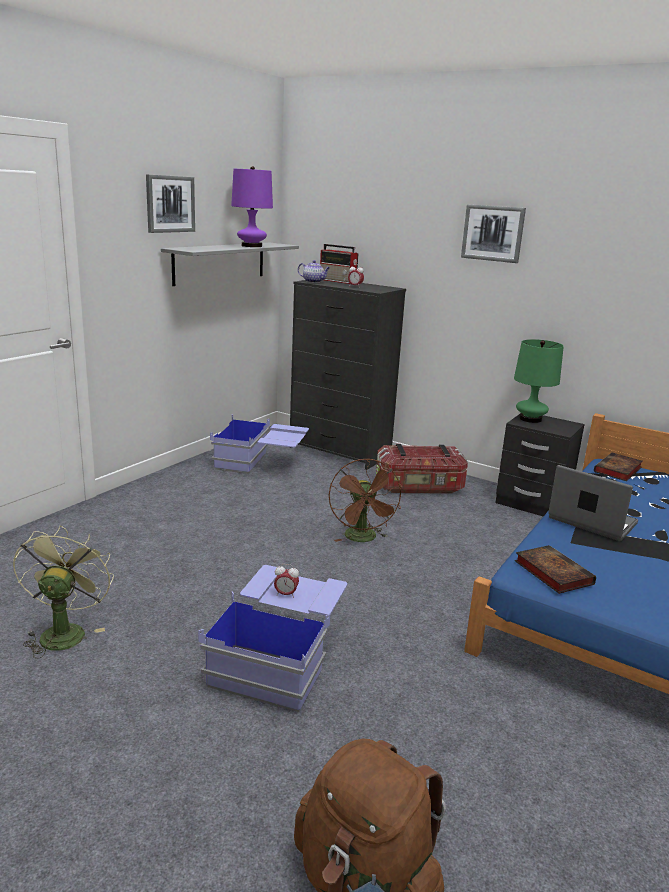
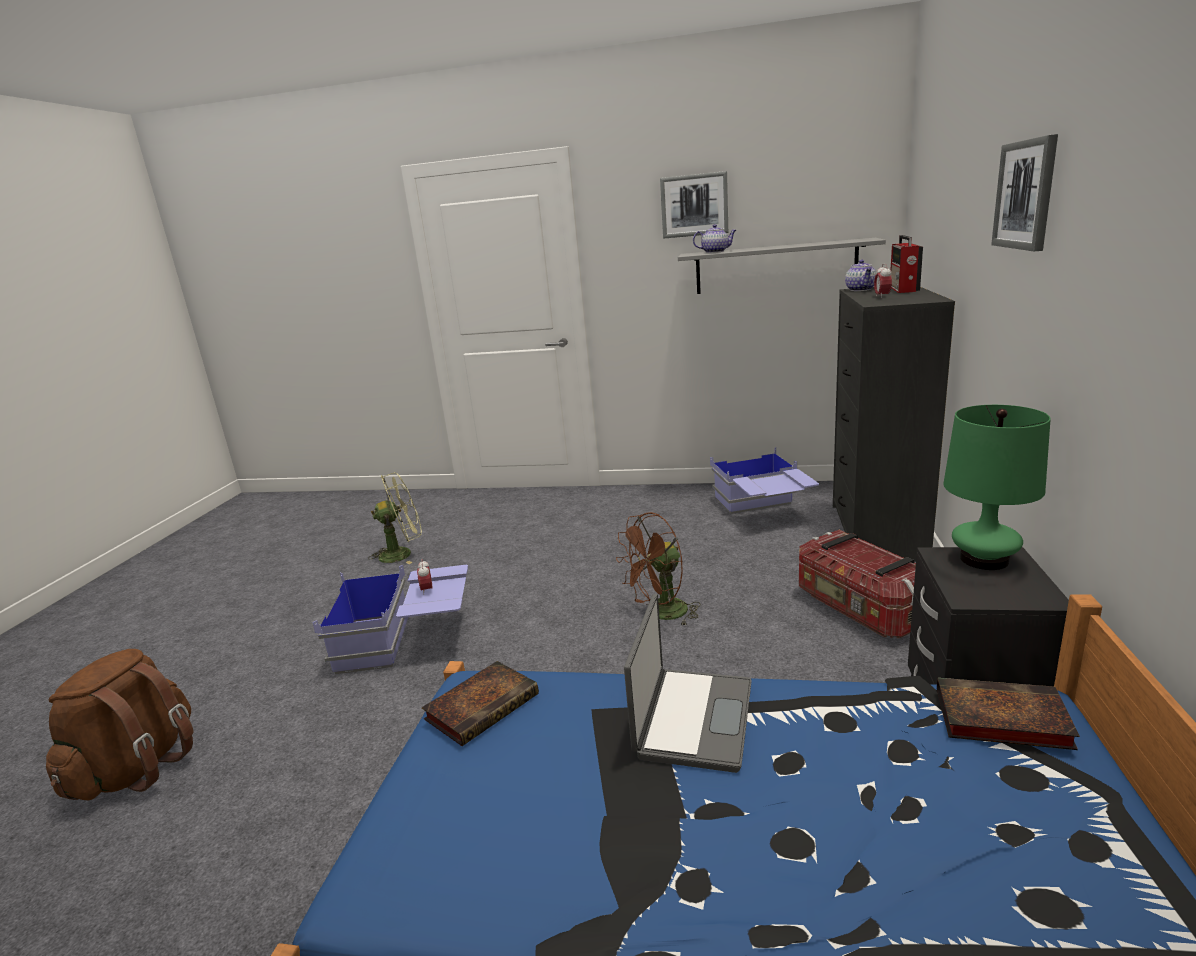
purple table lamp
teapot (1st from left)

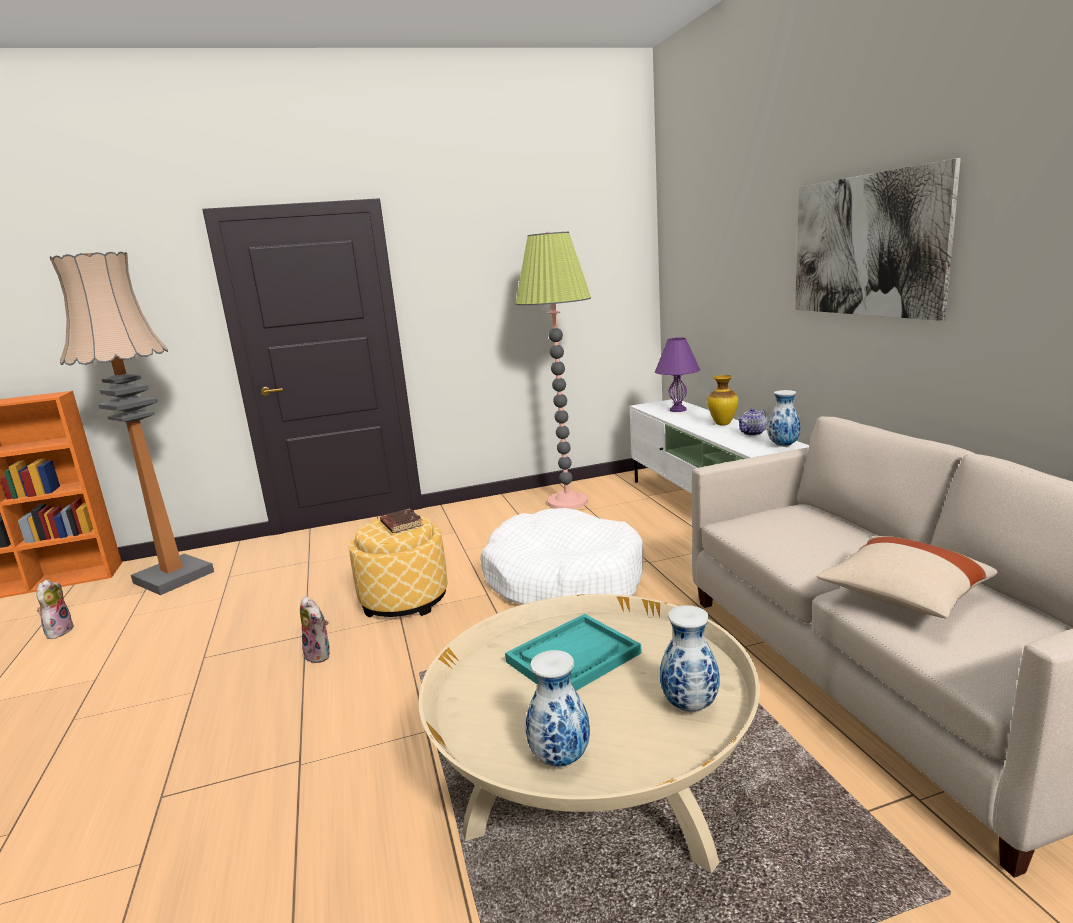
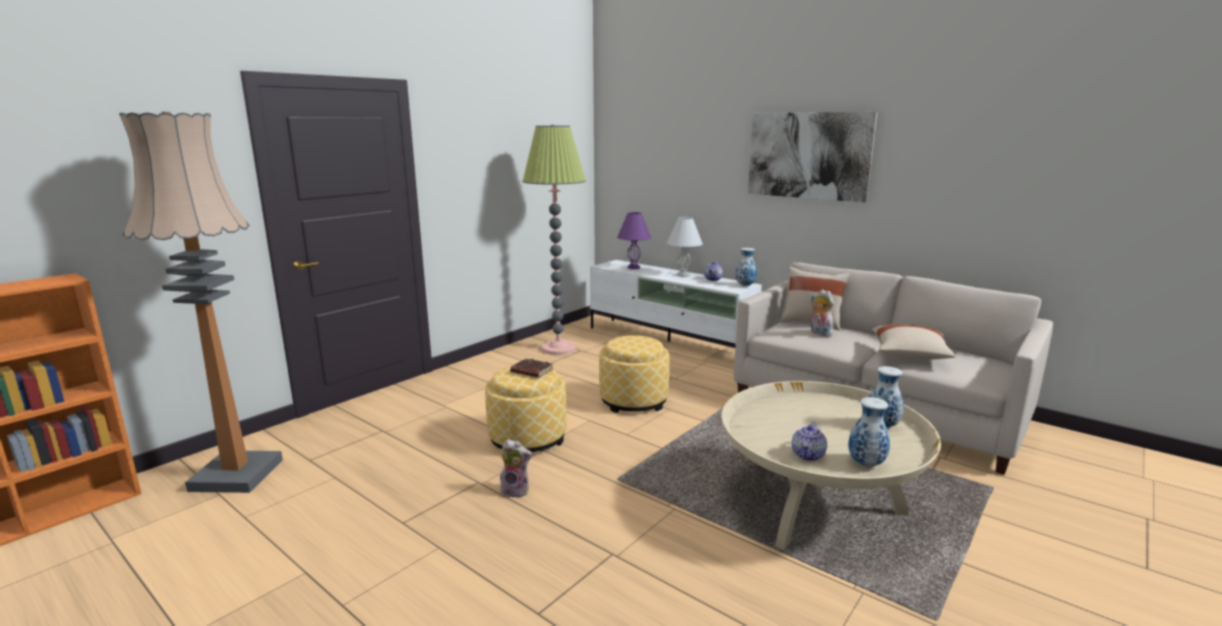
white table lamp
ottoman (2nd from left)
plush toy (2nd from left)
turquoise tray
beige pillow (1st from left)
teapot (2nd from left)

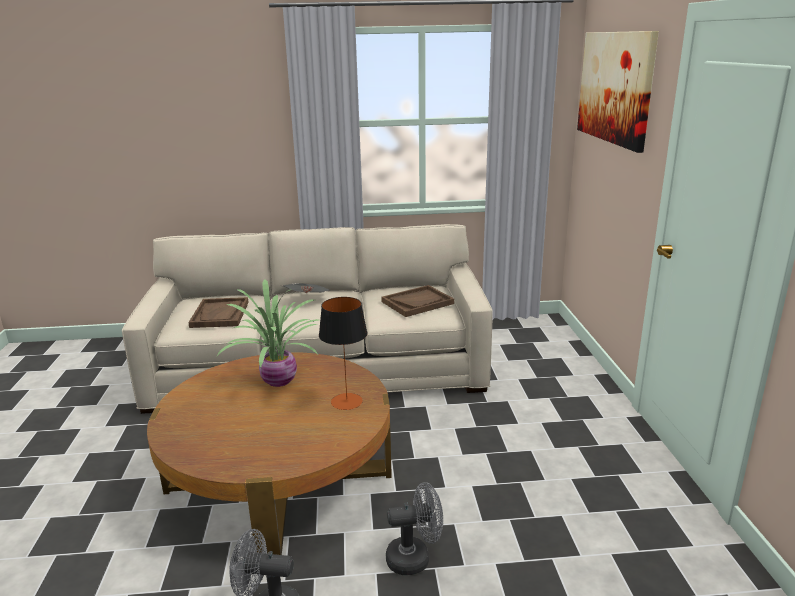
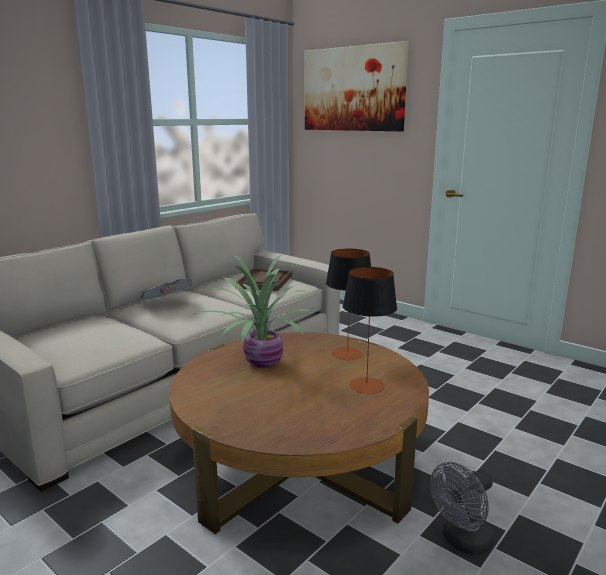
brown tray (1st from left in the first image)
grey fan (2nd from left in the first image)
table lamp (2nd from left)

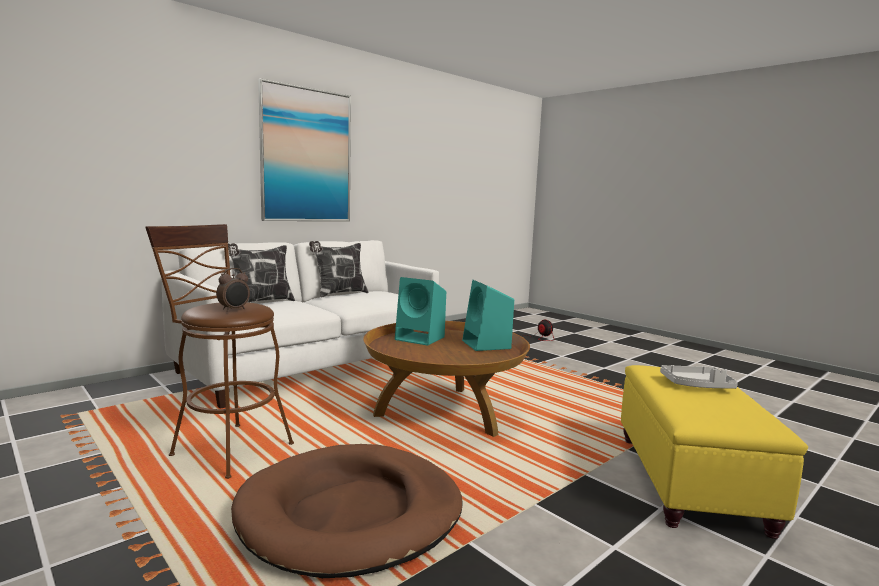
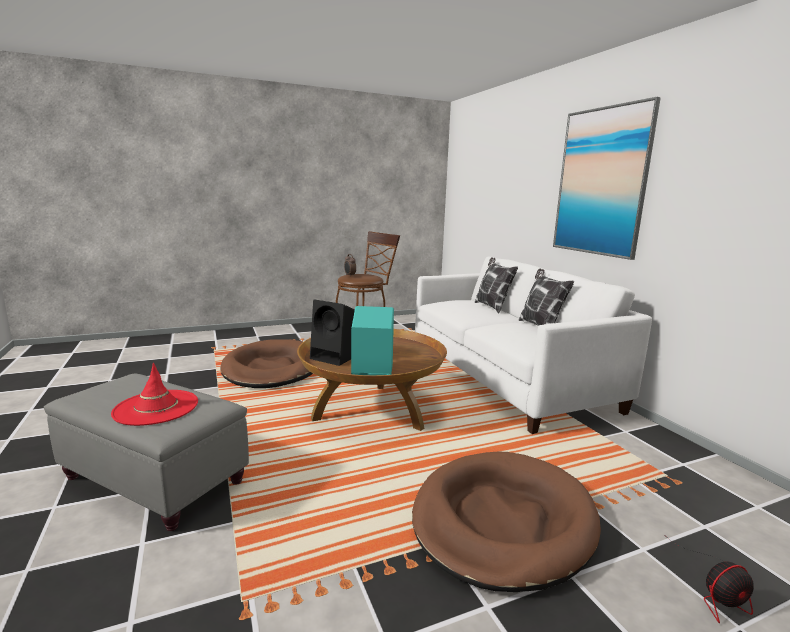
turquoise speaker (1st from left in the first image)
grey ottoman
red hat
black speaker
brown dog bed (2nd from left)

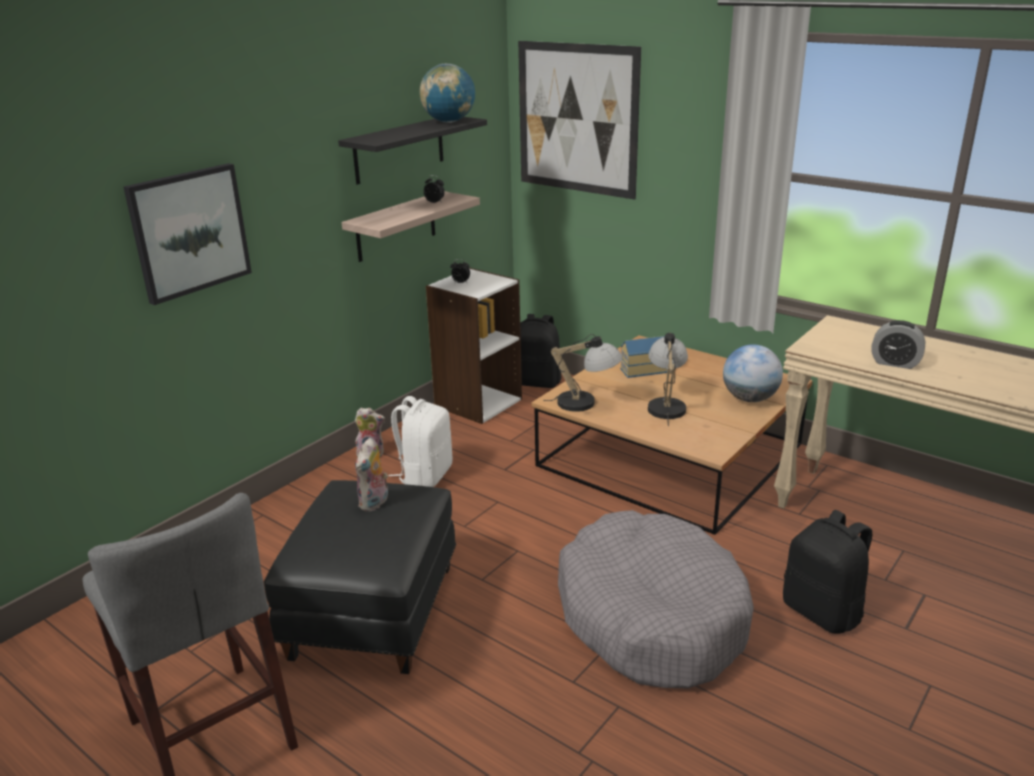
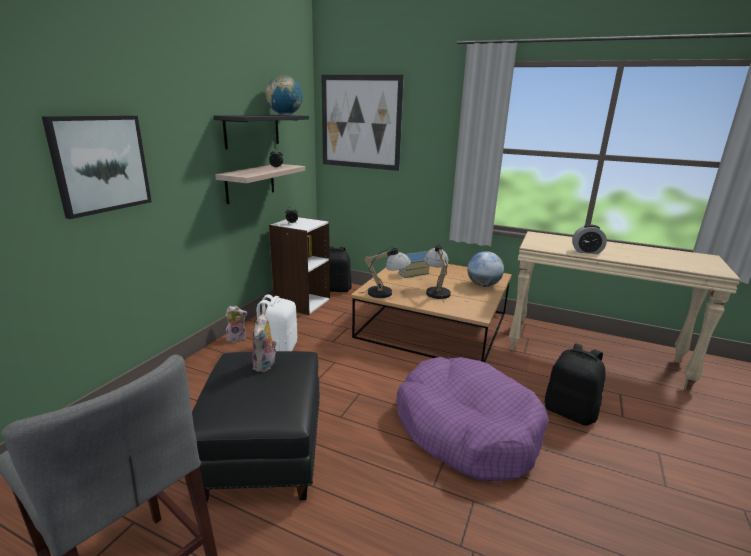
purple dog bed

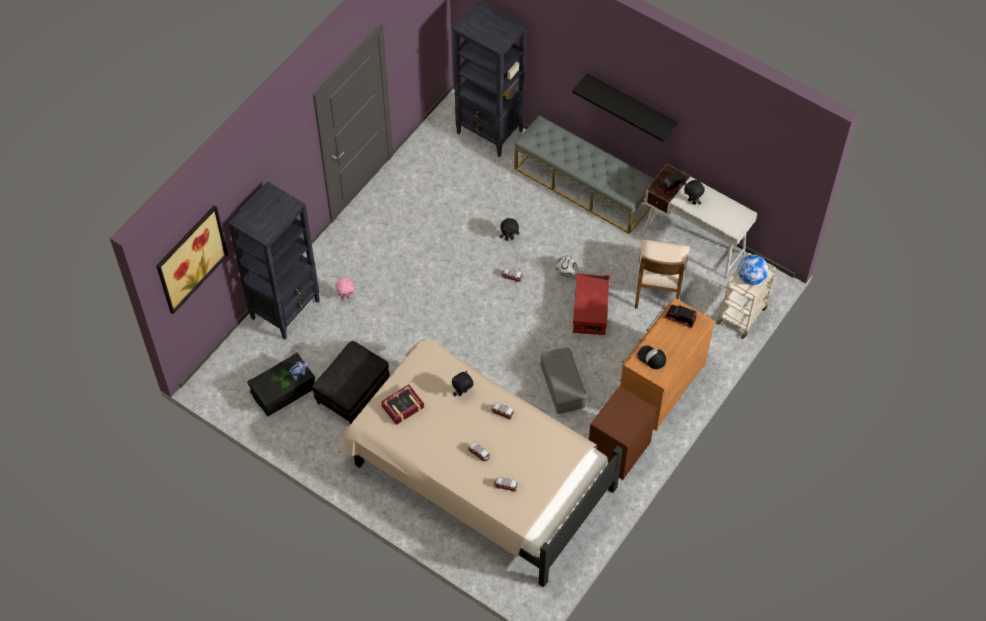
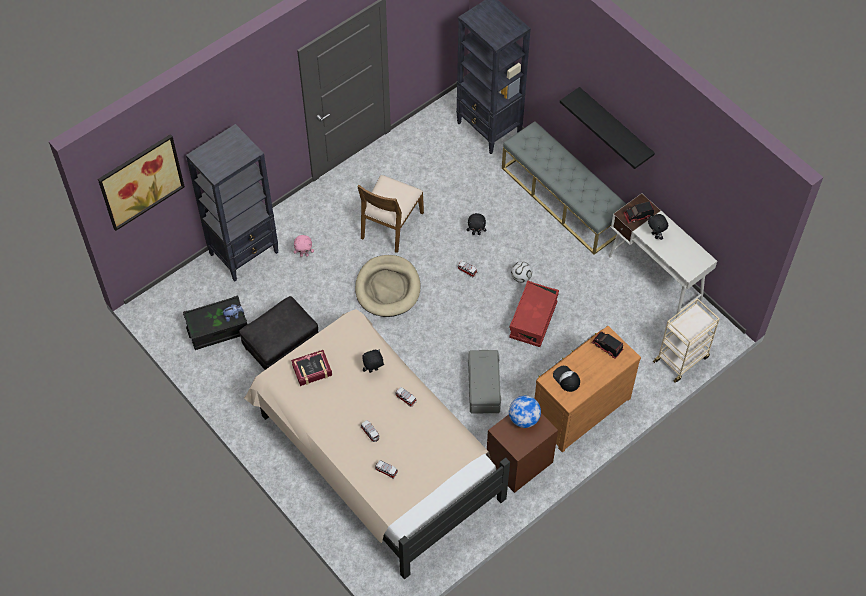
brown chair
globe
beige dog bed

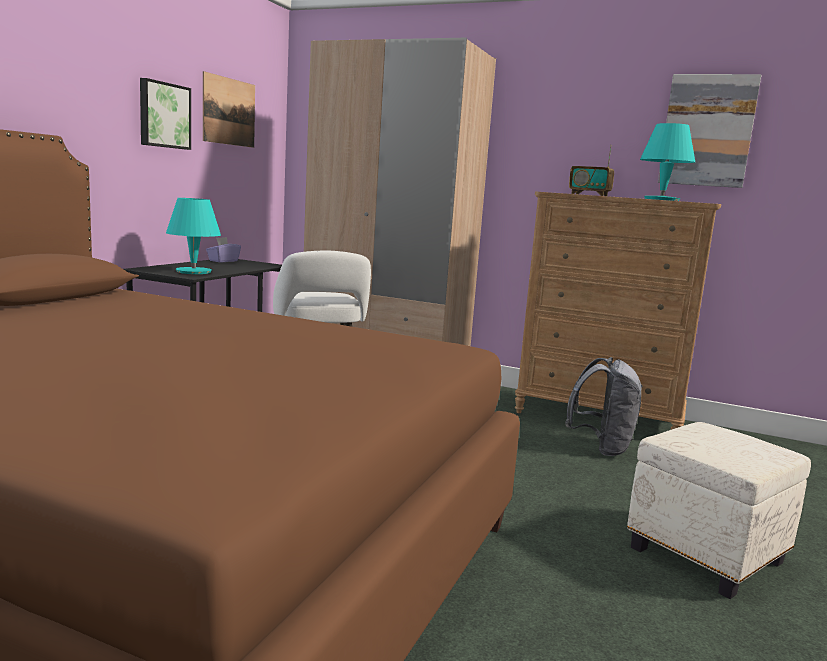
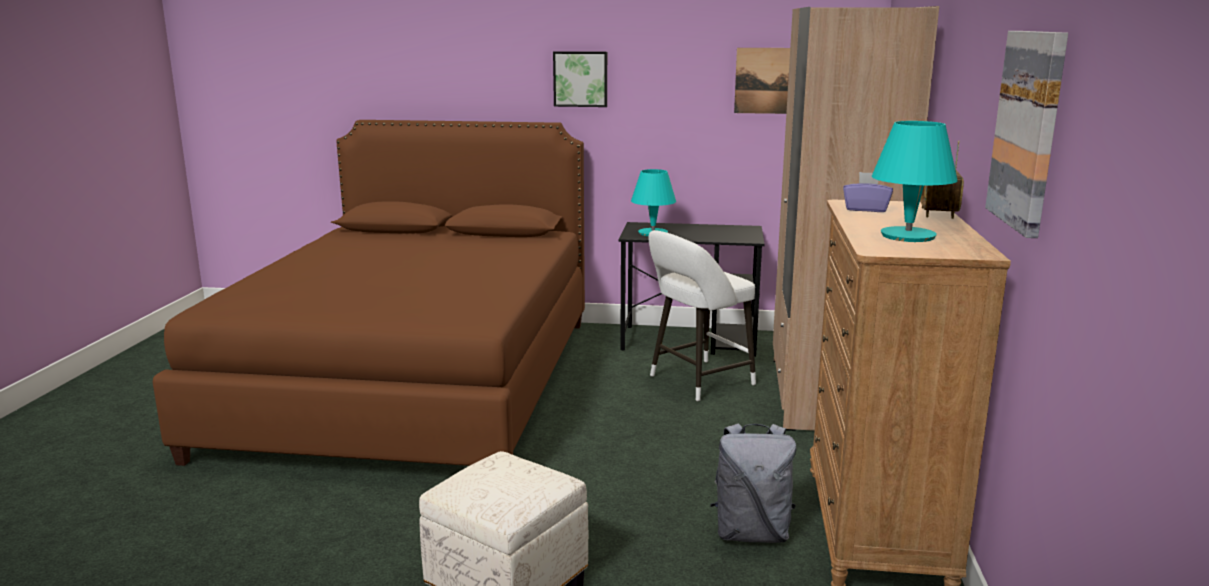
picture (1st from left)
purple tissue box

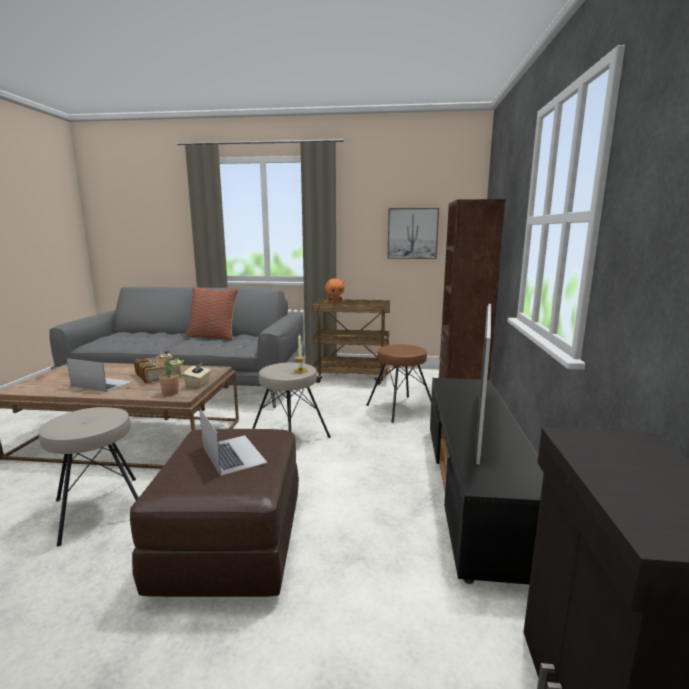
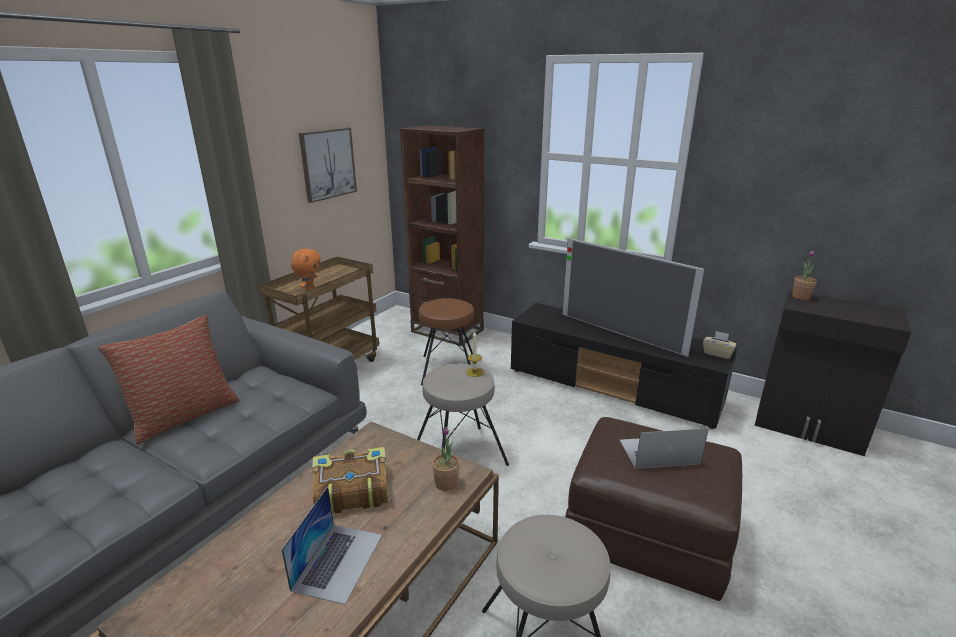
laptop (1st from left)
beige tissue box
potted plant (2nd from left)

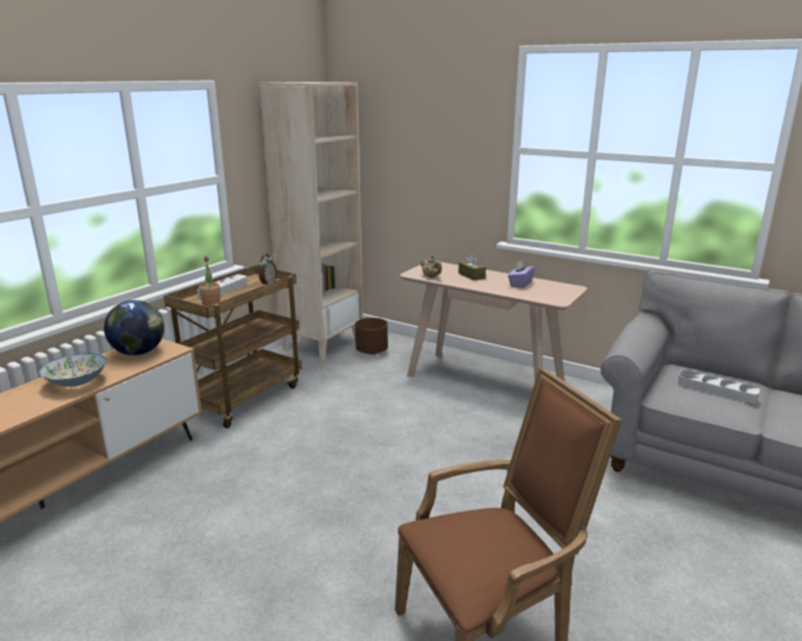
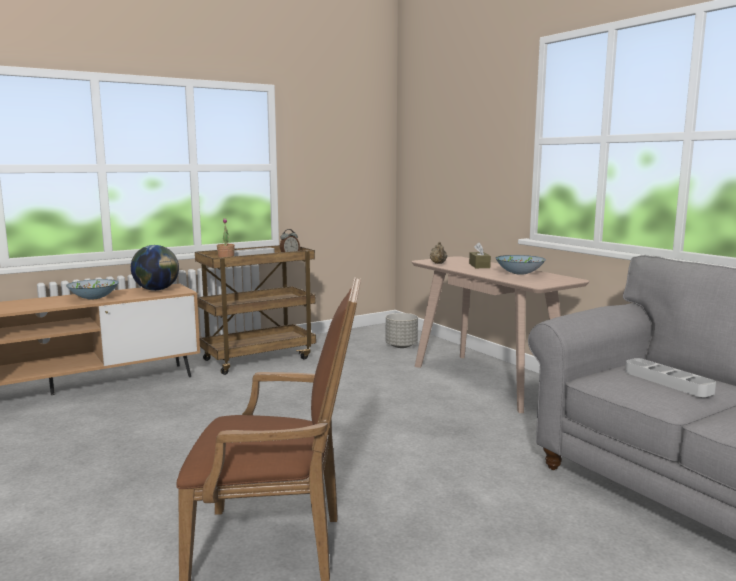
beige bookcase
bowl (2nd from left)
grey planter

